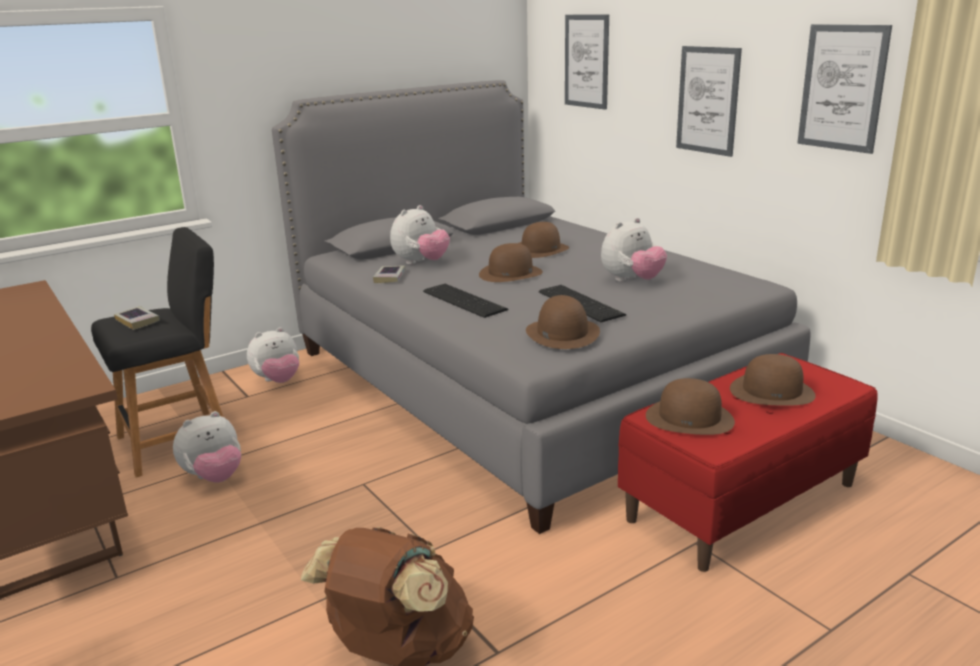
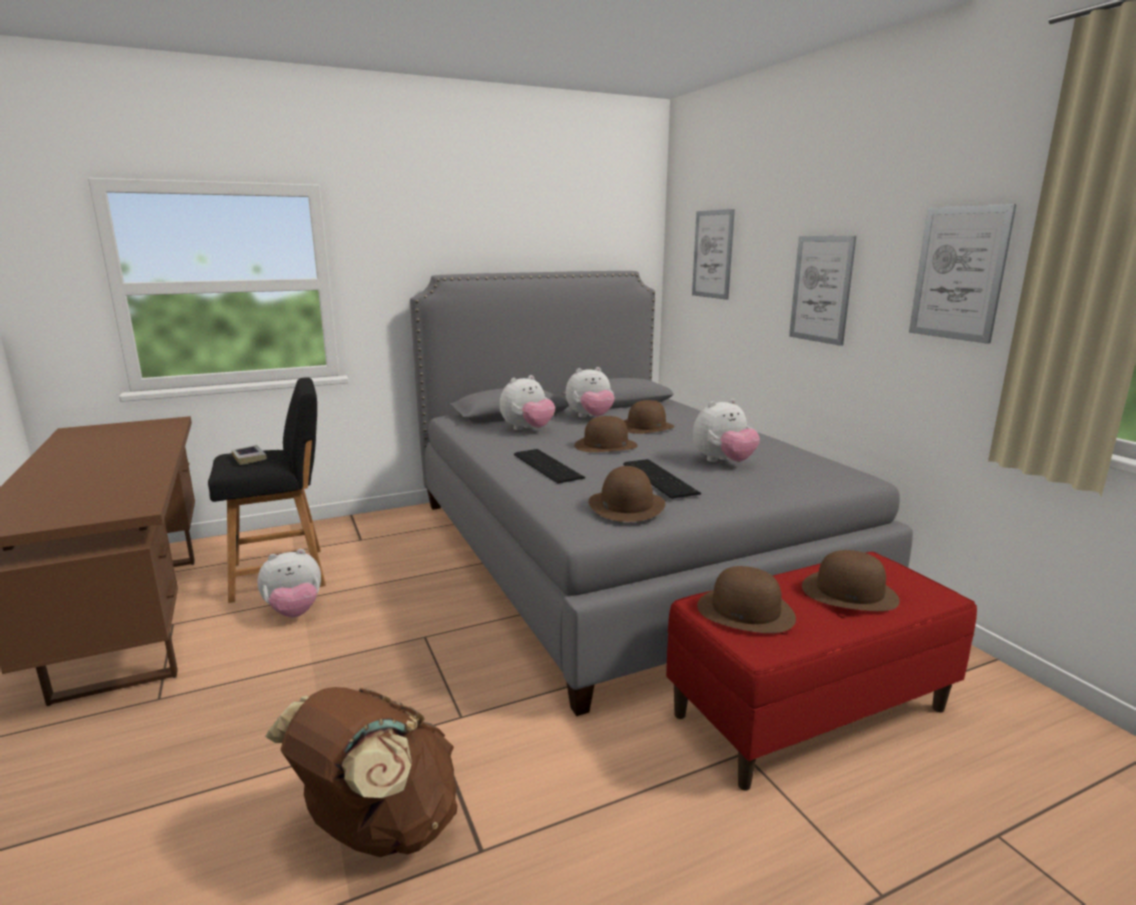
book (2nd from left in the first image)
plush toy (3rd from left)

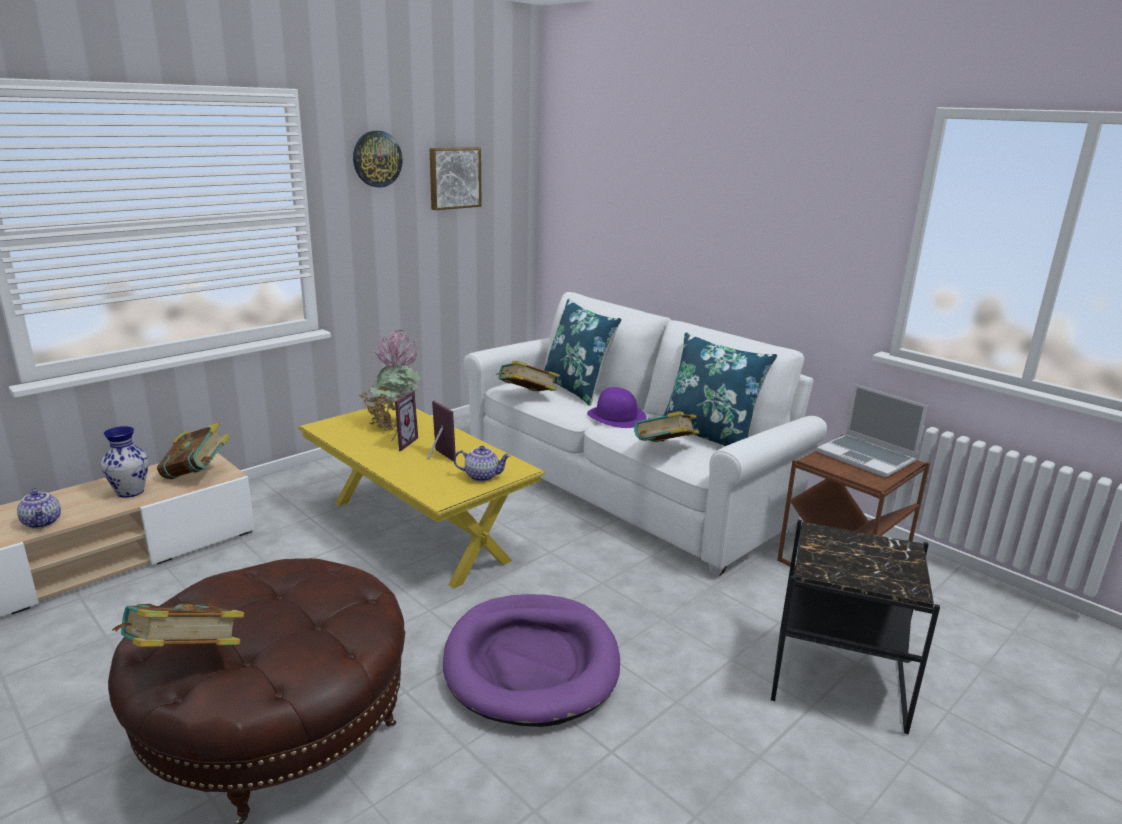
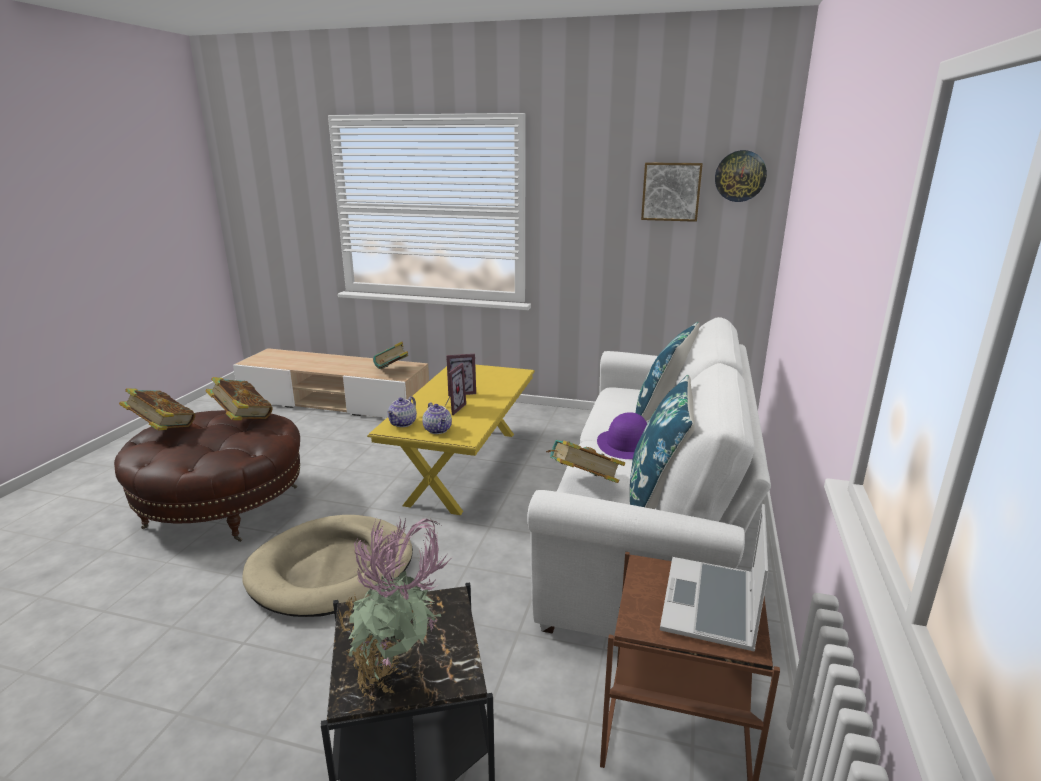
wall clock
potted plant
book (2nd from left)
vase
teapot (1st from left)
beige dog bed

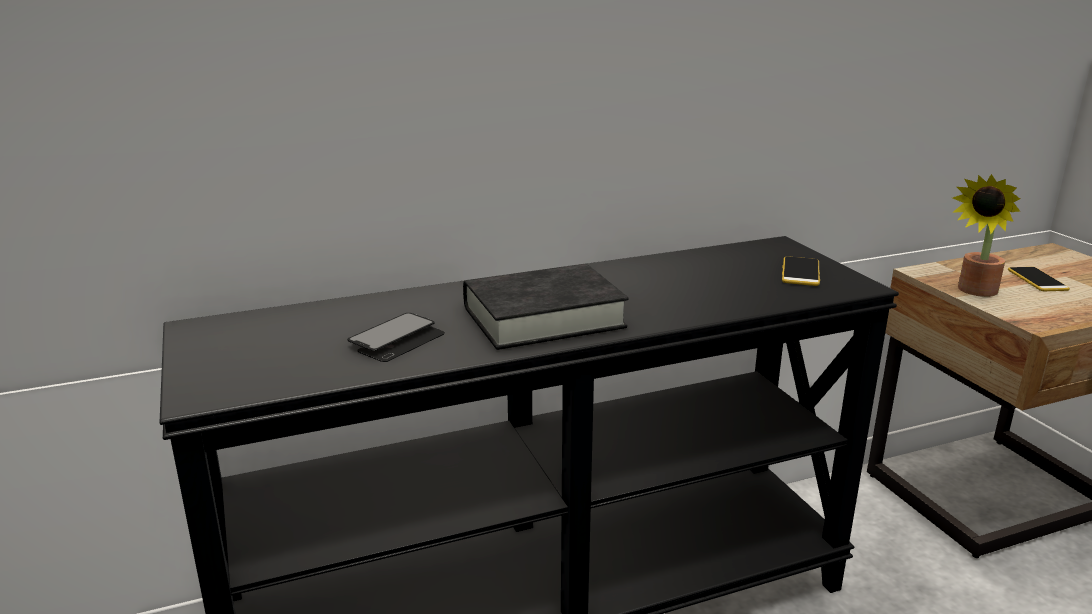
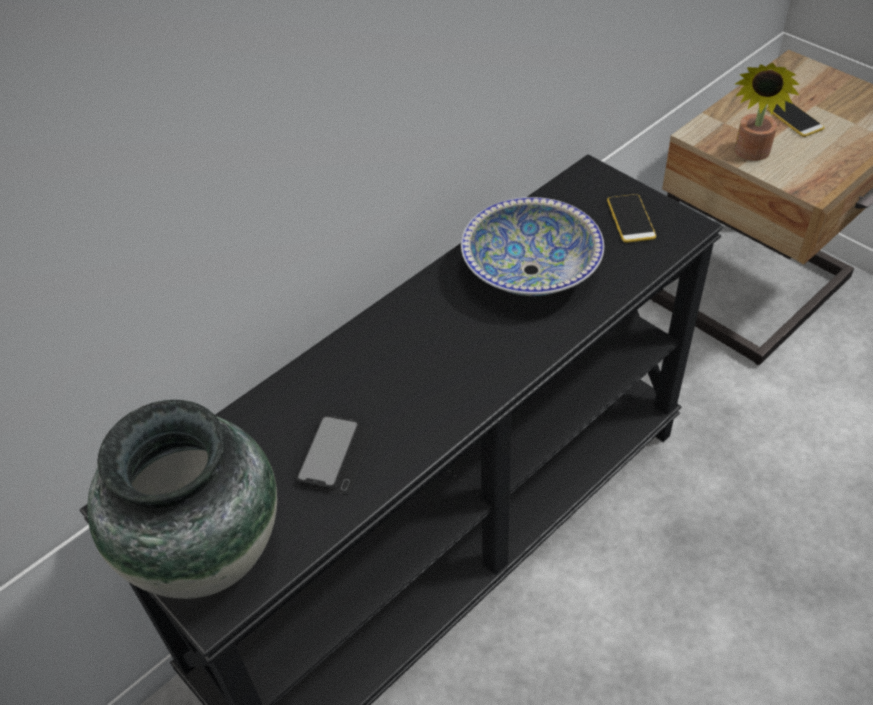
black book
bowl
vase

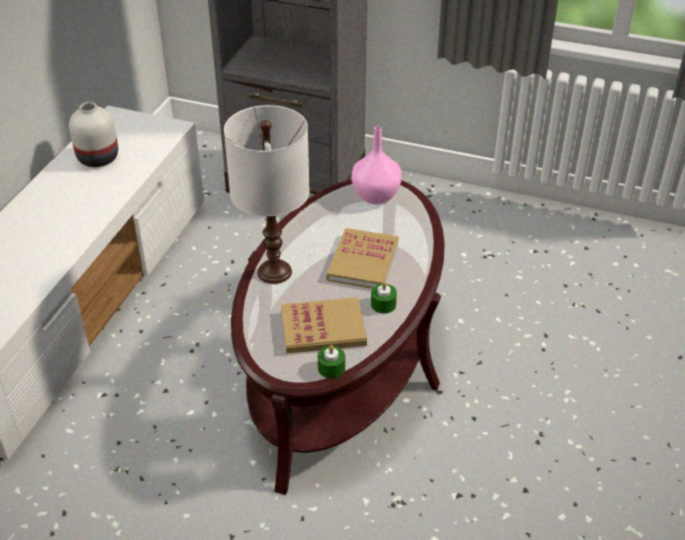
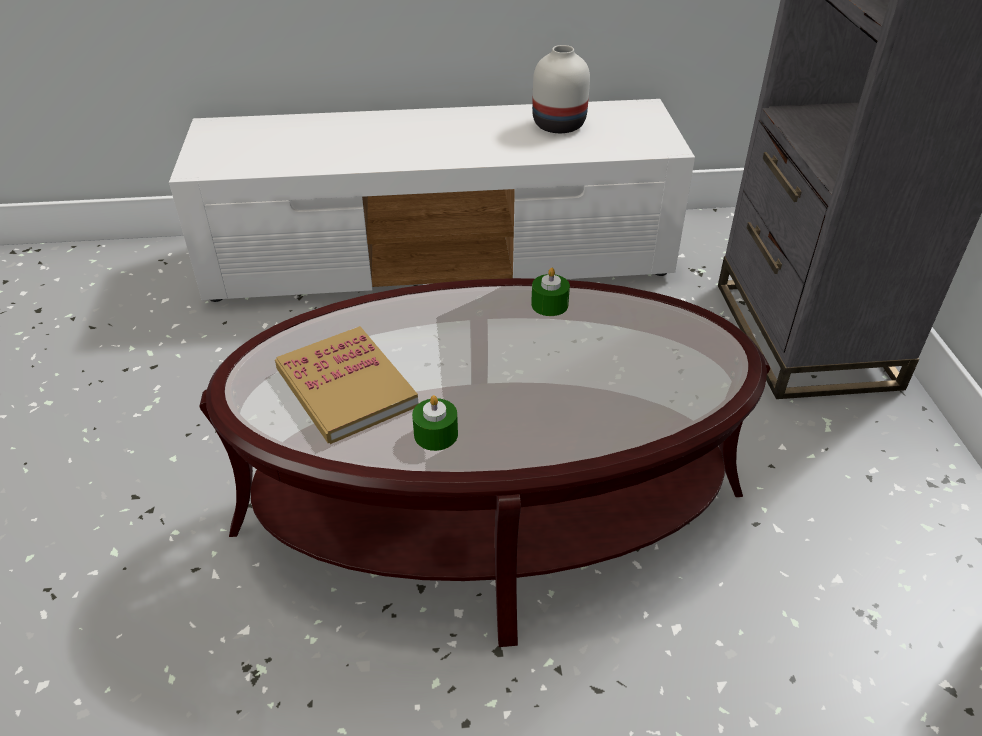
white table lamp
pink vase
book (2nd from left in the first image)
green candle (2nd from left)

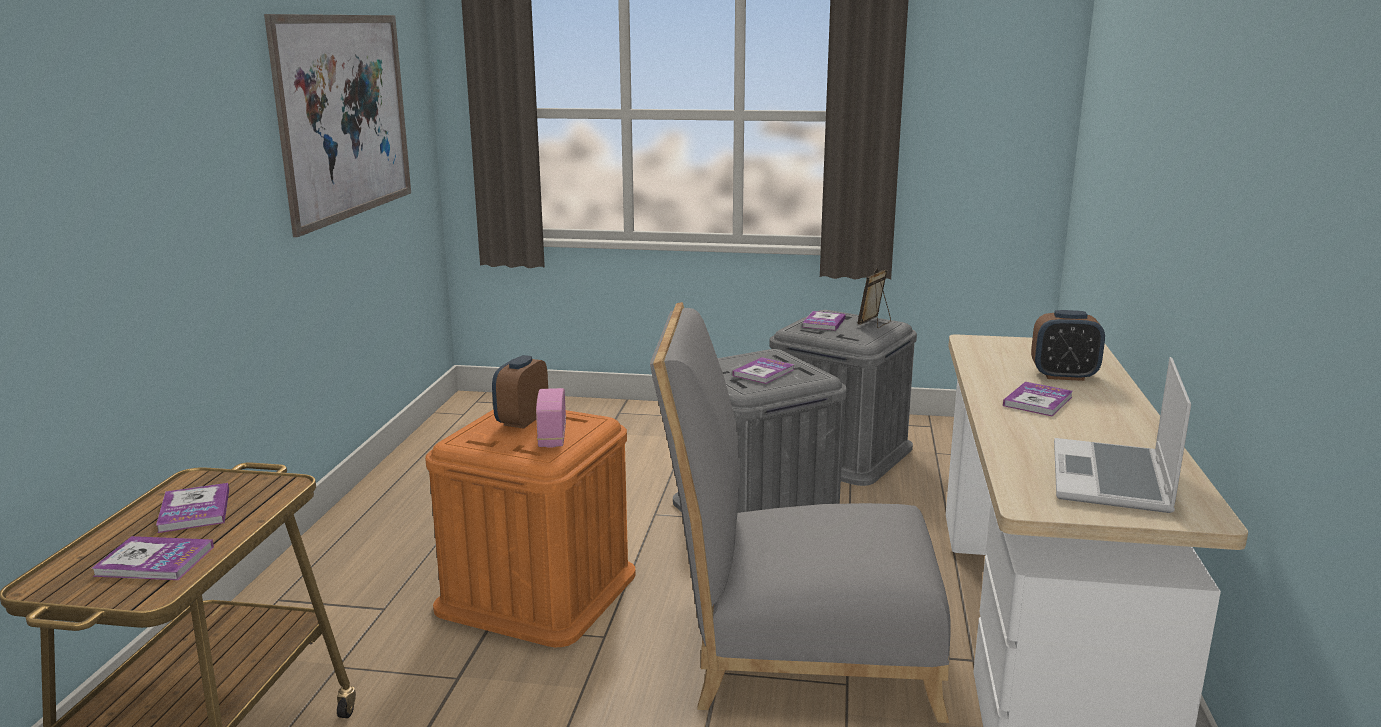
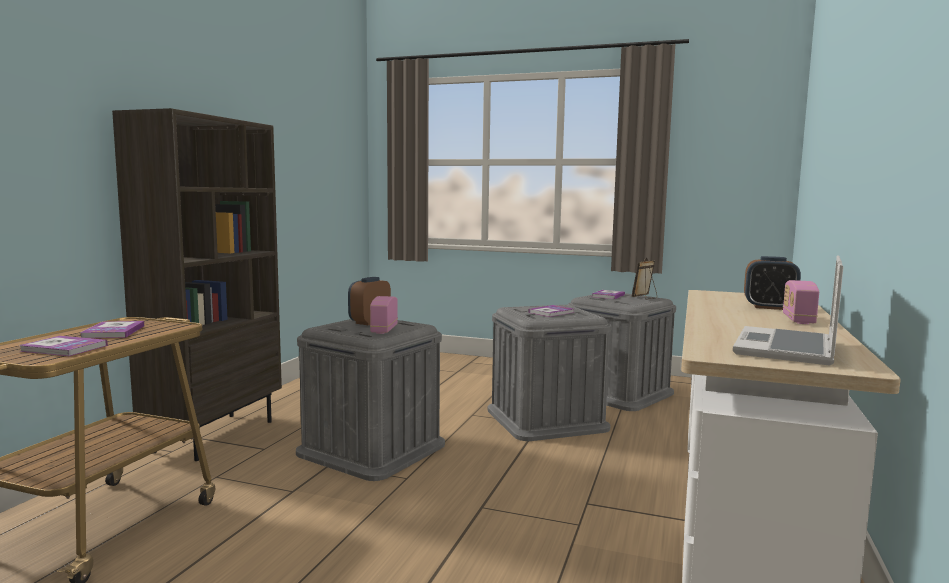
picture
grey chair
book (5th from left in the first image)
grey storage box (1st from left)
brown bookcase
radio (2nd from left)

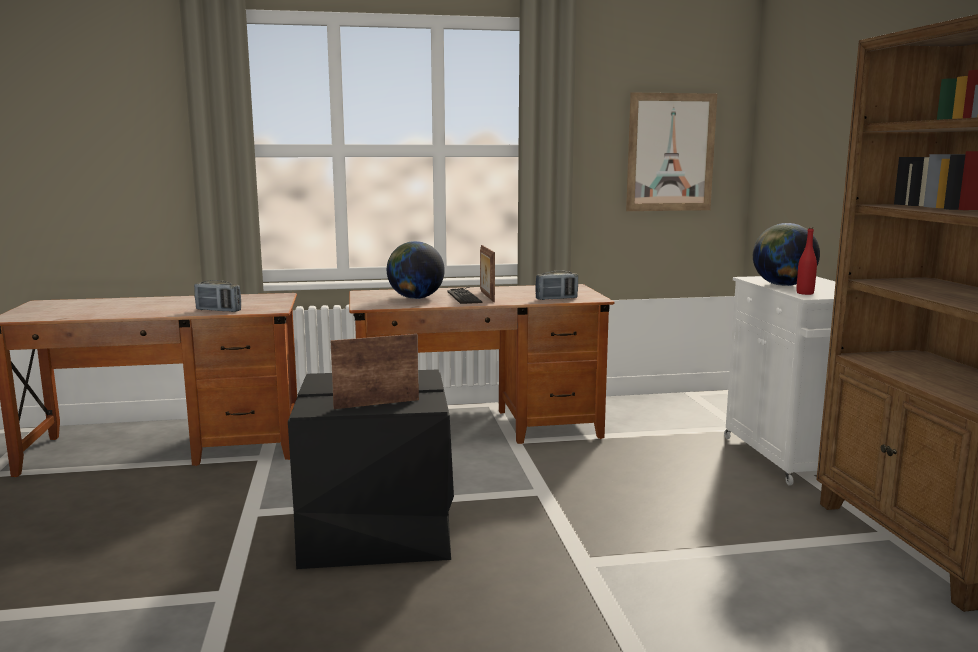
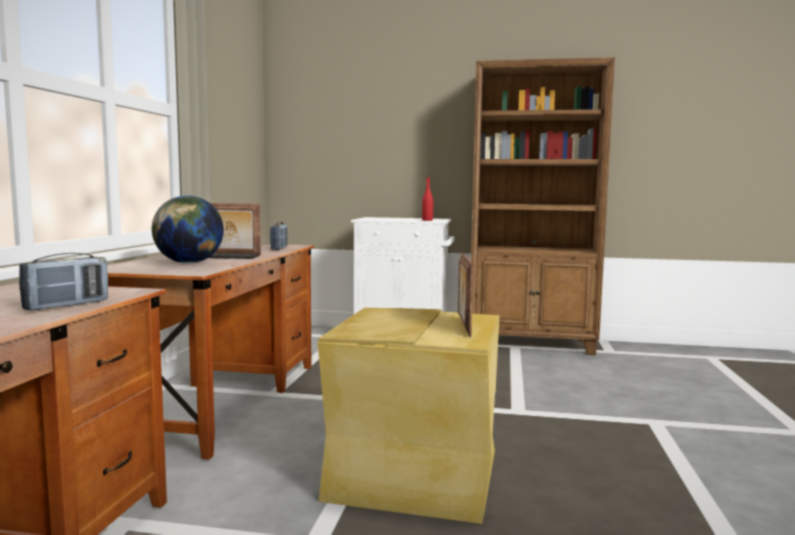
picture
globe (2nd from left in the first image)
beige storage box

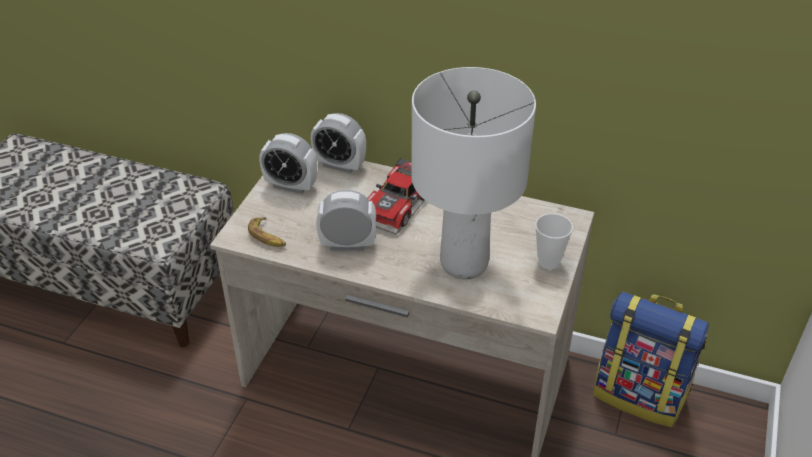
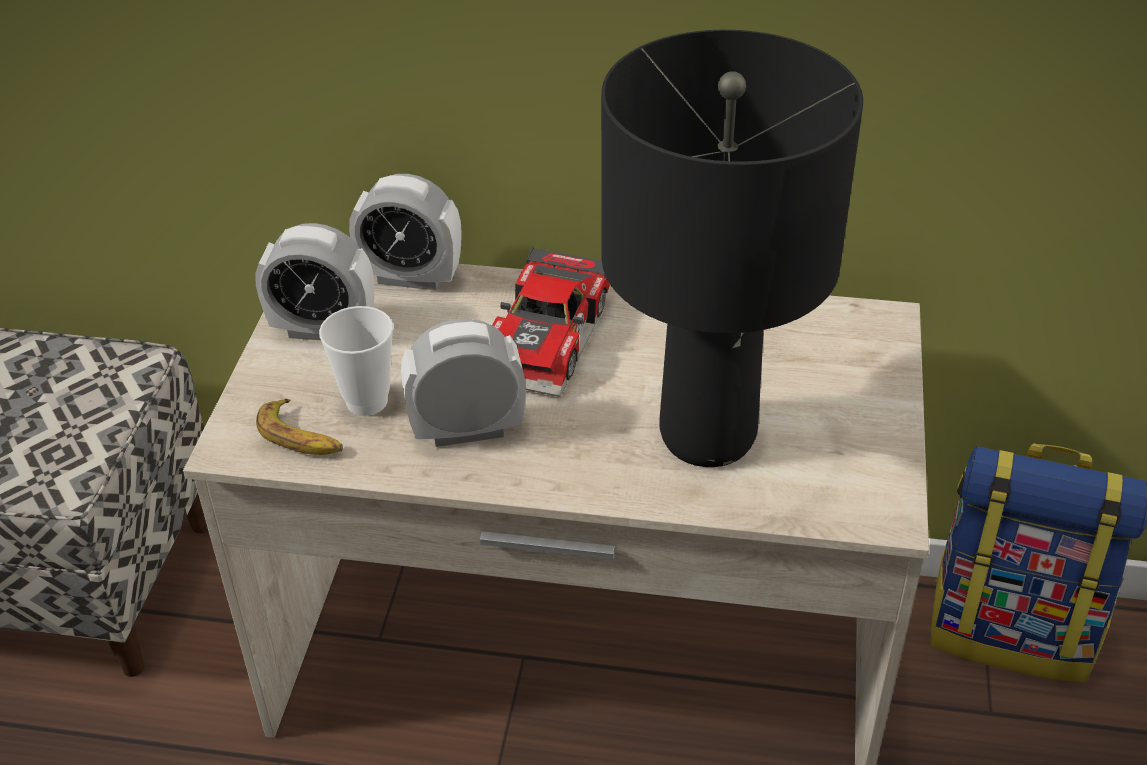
black table lamp
cup

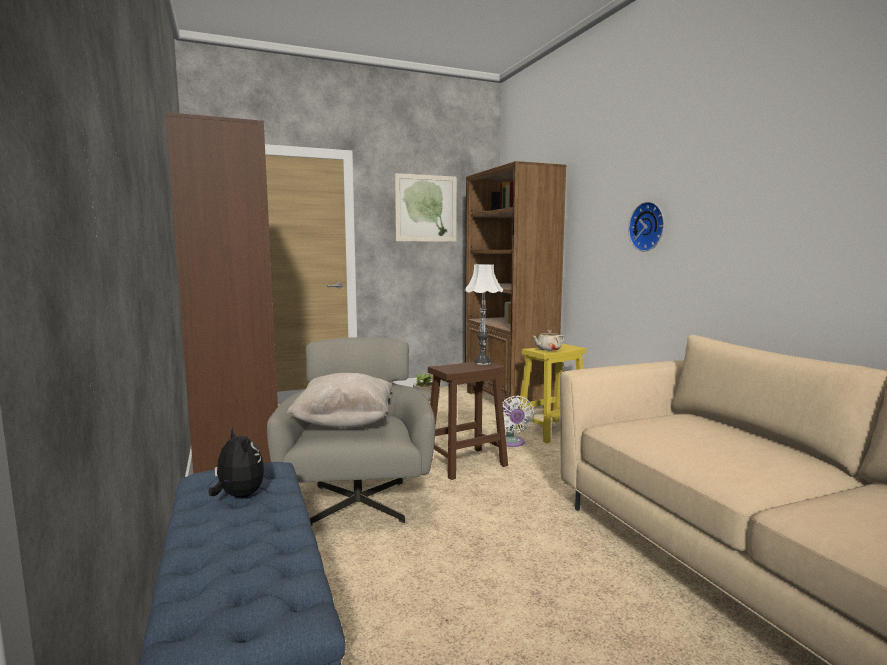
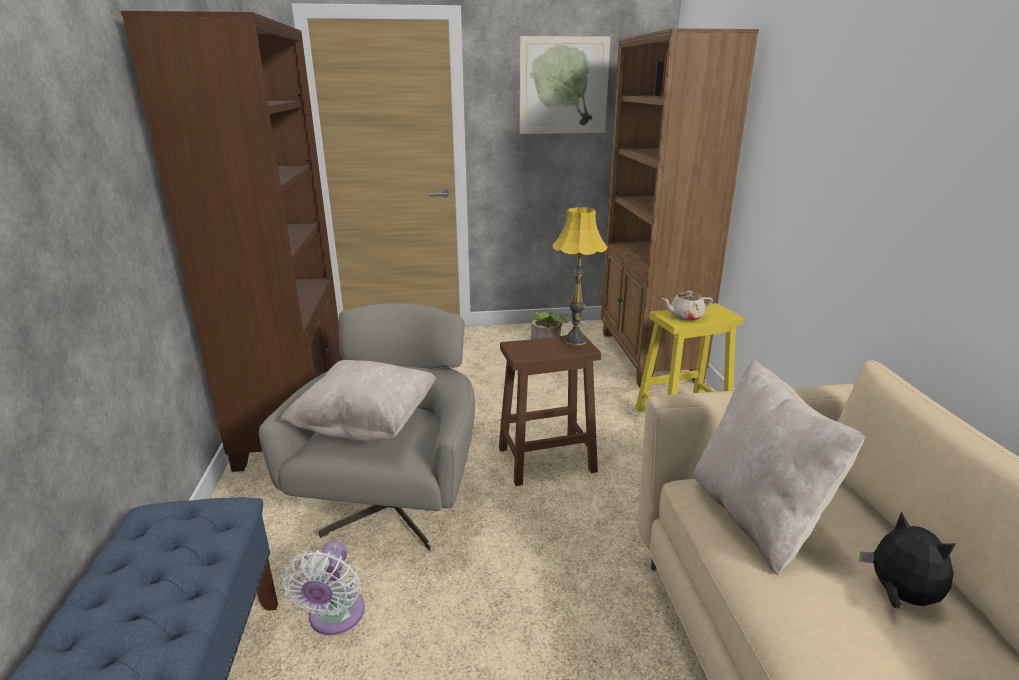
wall clock
yellow table lamp
white fan
plush toy
beige pillow (2nd from left)

